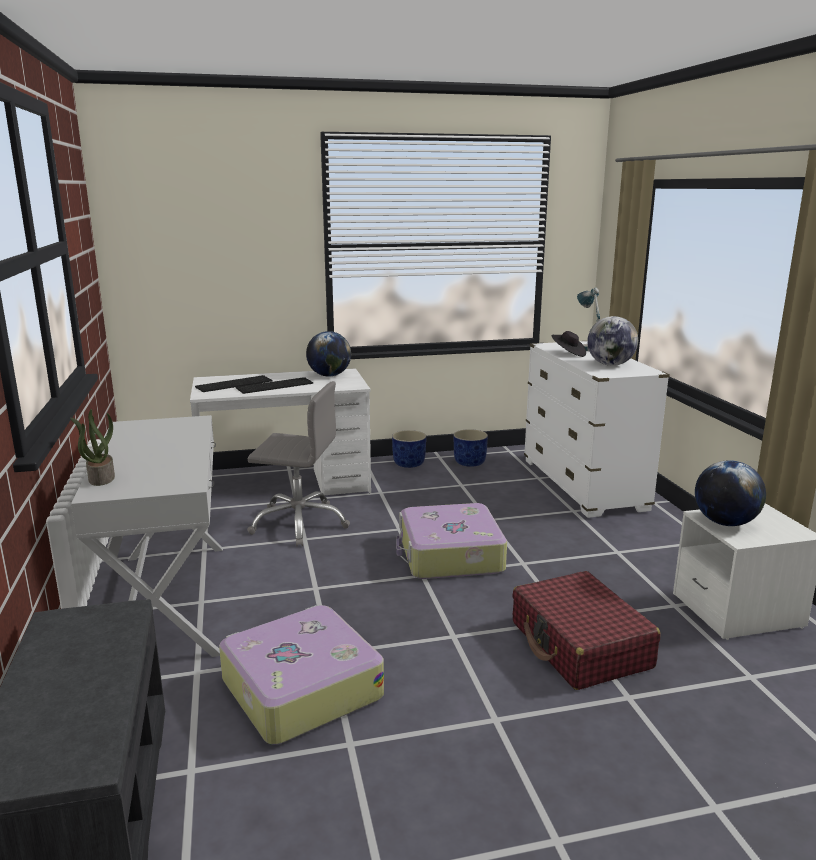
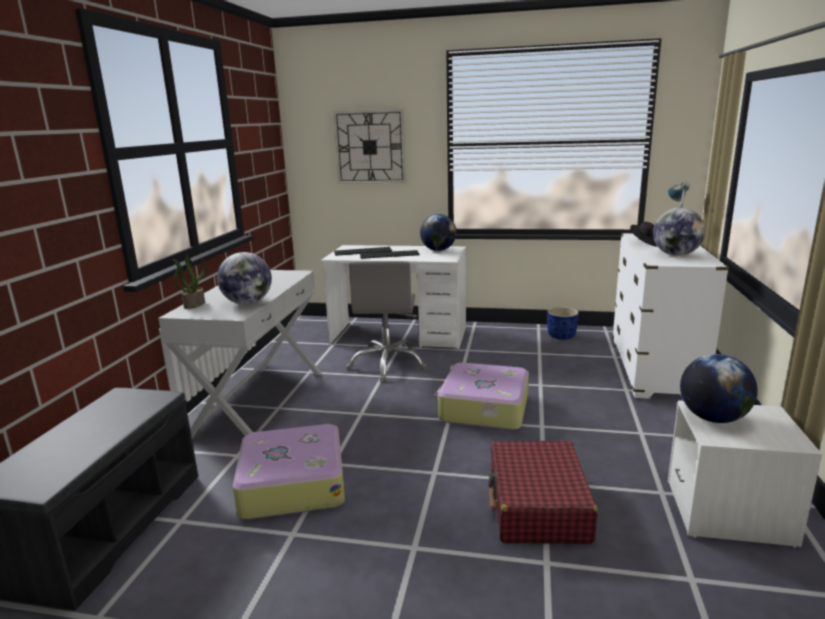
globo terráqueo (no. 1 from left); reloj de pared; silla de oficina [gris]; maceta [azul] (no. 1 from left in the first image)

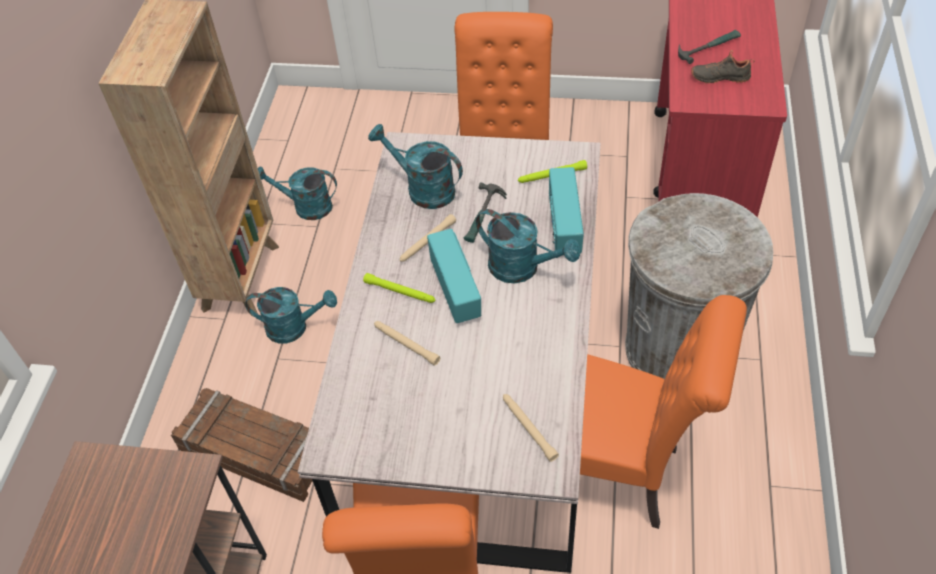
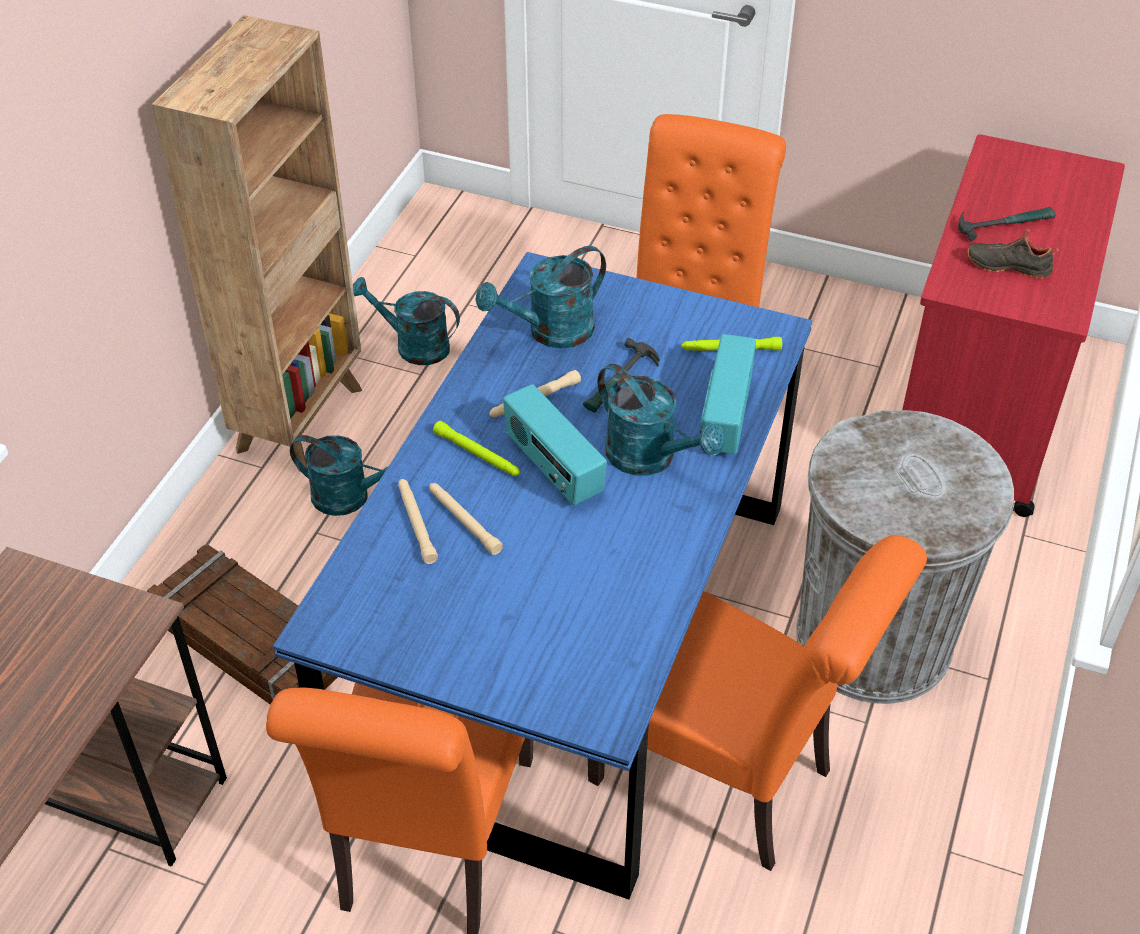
mesa de comedor [azul]; linterna [beis] (no. 1 from left); regadera [turquesa] (no. 3 from left); radio (no. 1 from left)

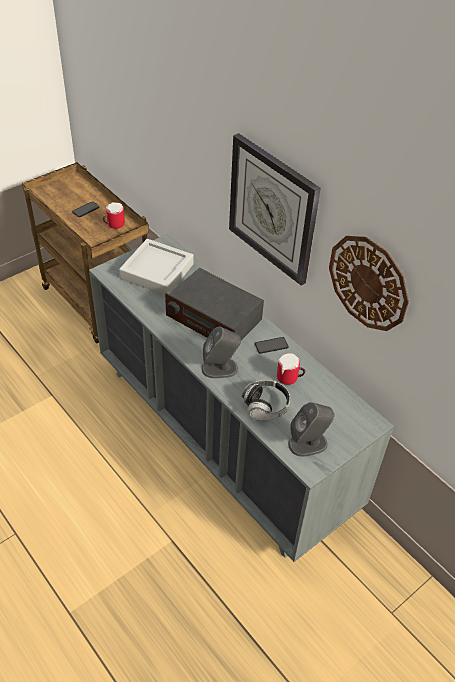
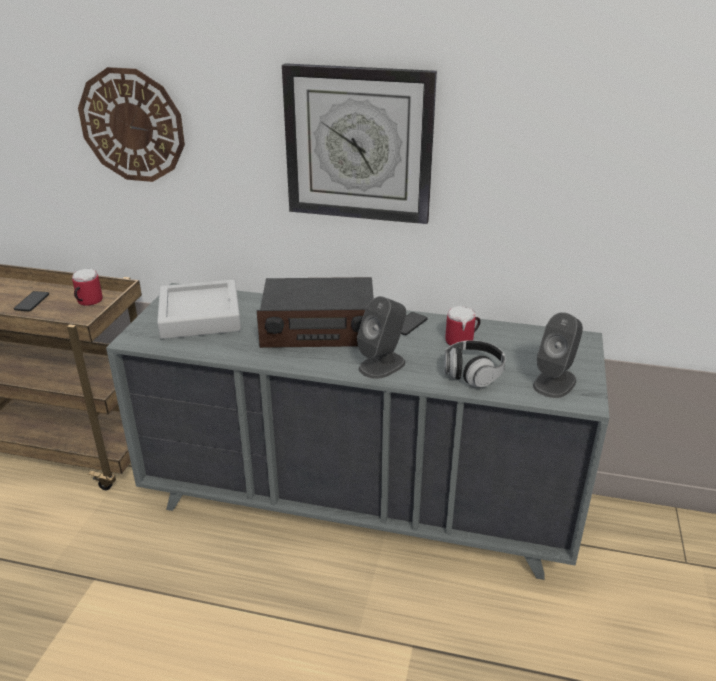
reloj de pared (no. 1 from left)

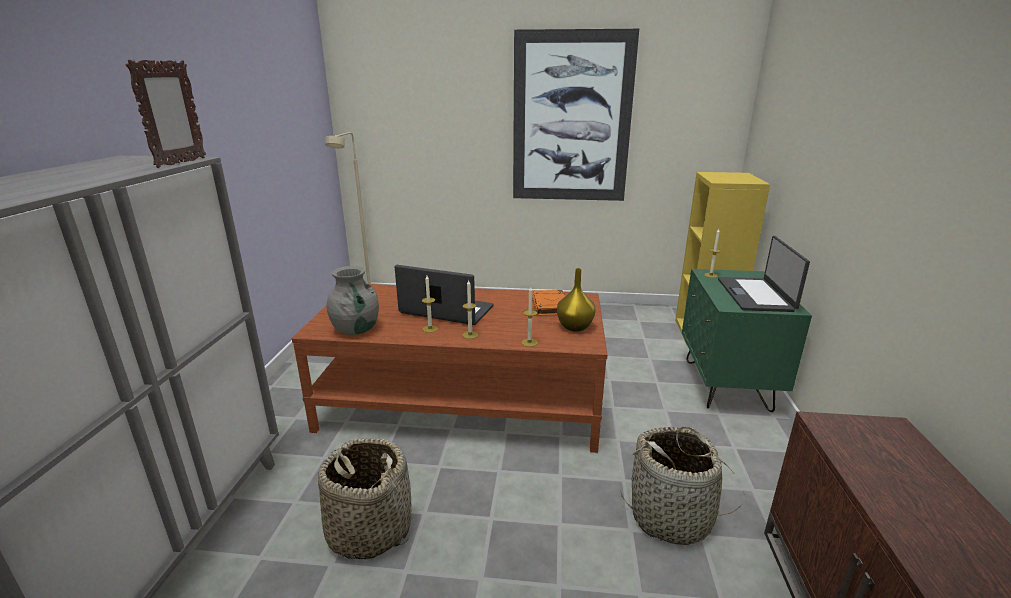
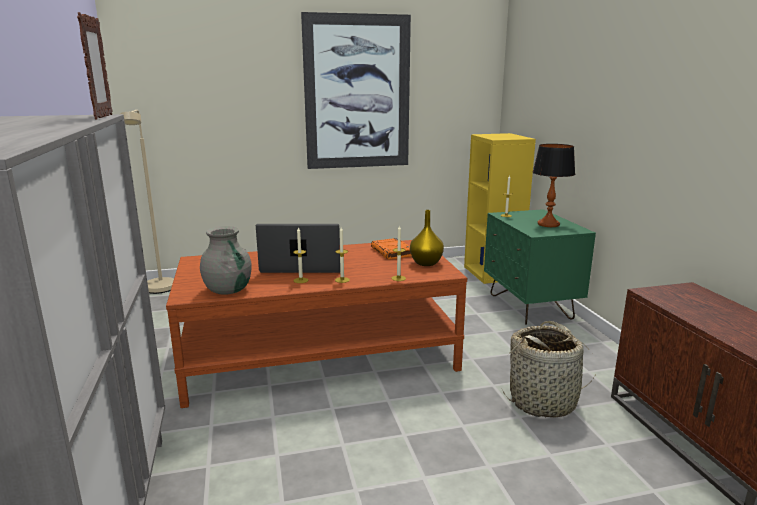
lámpara de mesa; cesta (no. 1 from left in the first image)

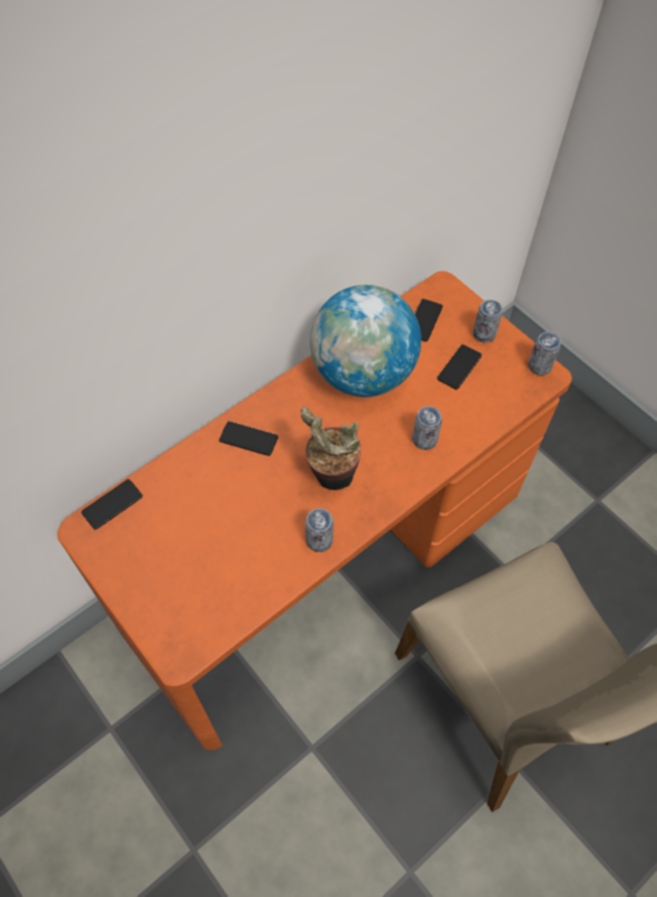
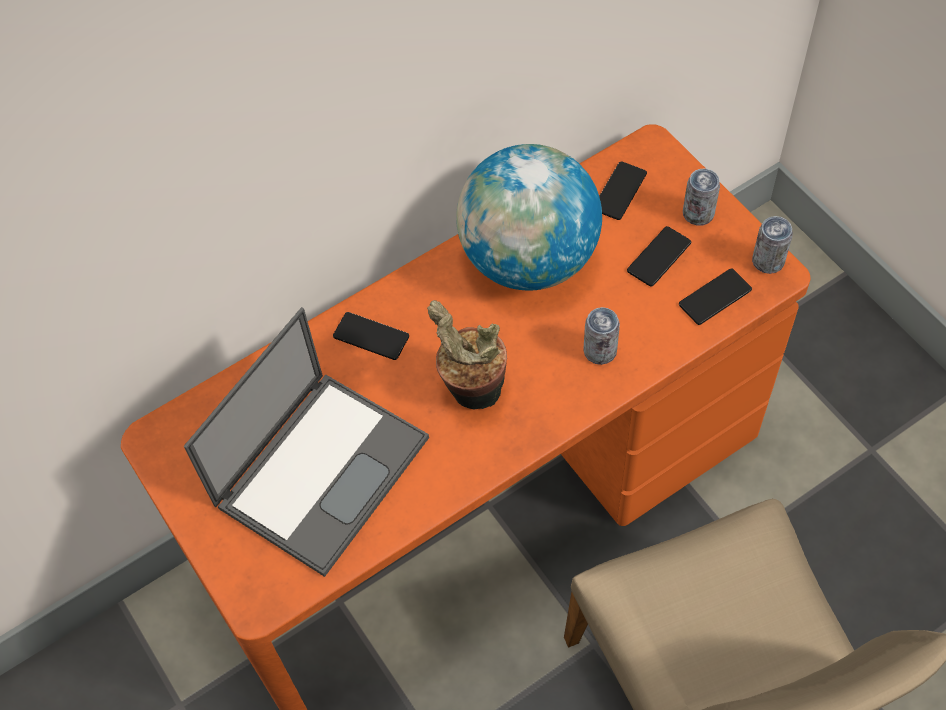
portátil; móvil (no. 4 from left); lata (no. 1 from left in the first image)

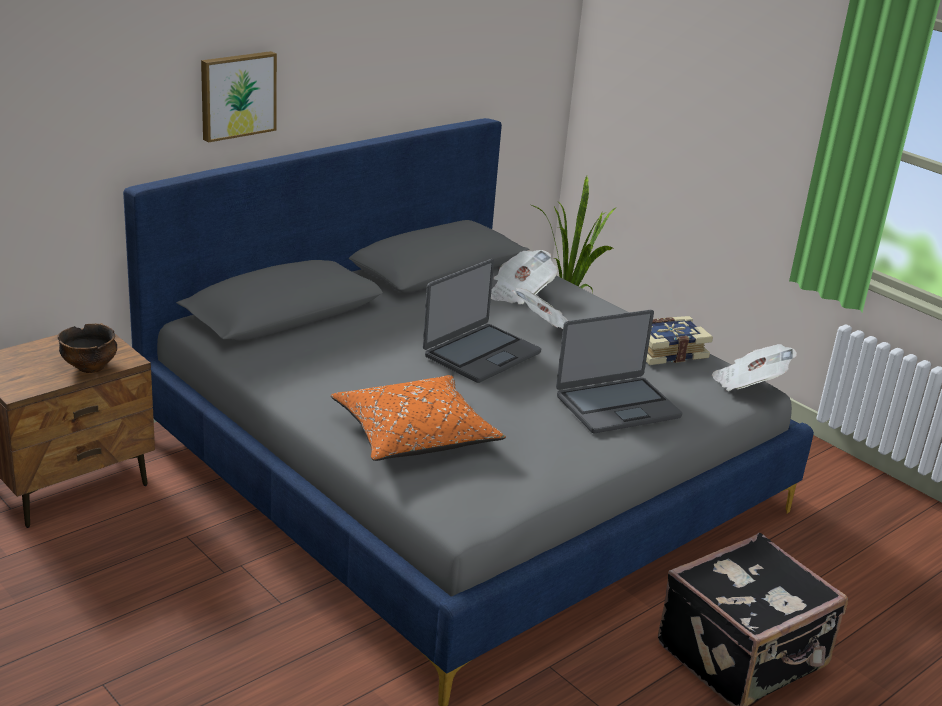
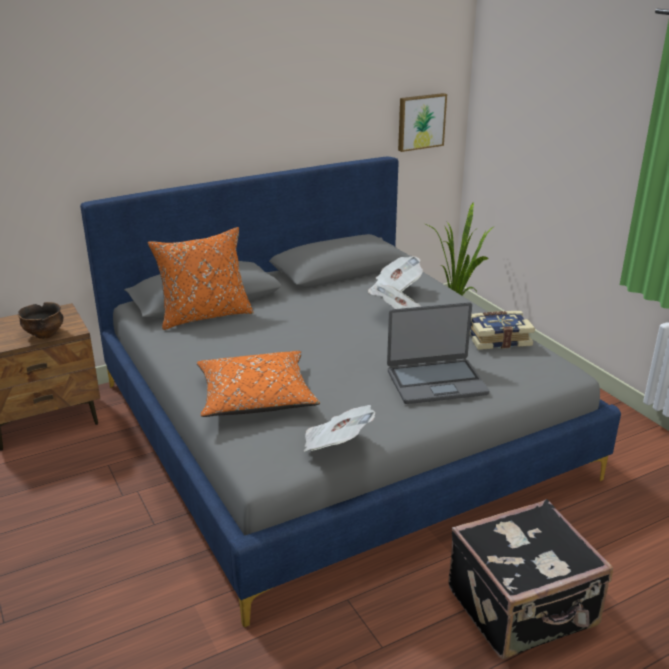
cojín [naranja] (no. 1 from left); periódico (no. 1 from left); cuadro; portátil (no. 1 from left in the first image)

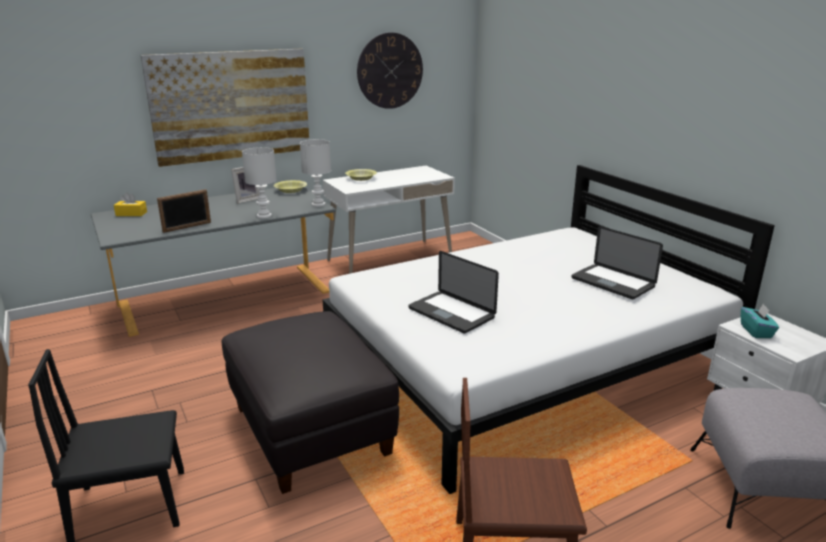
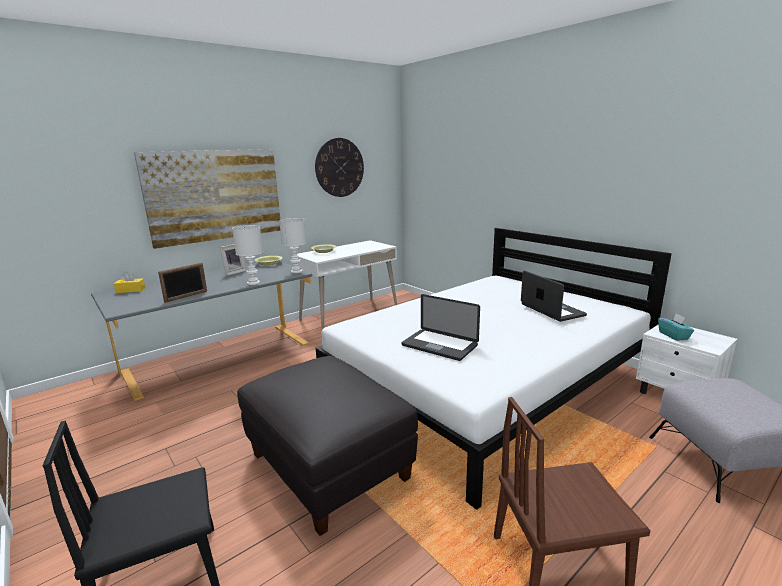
portátil (no. 2 from left)

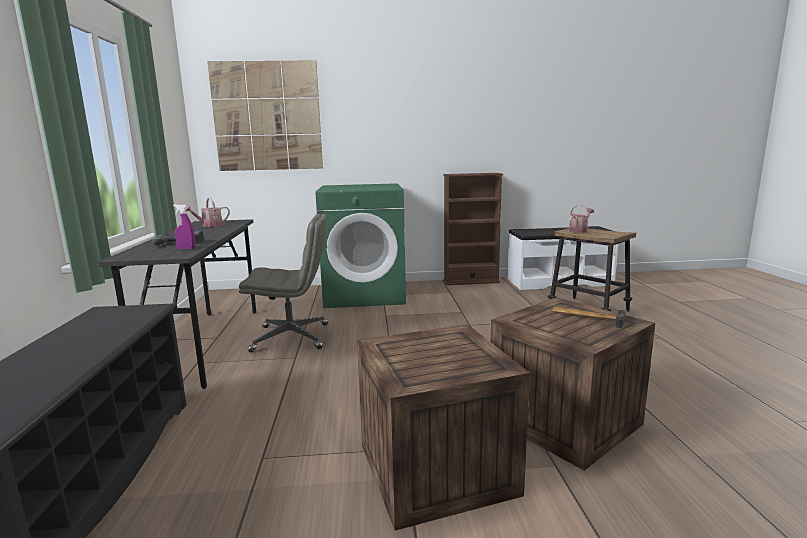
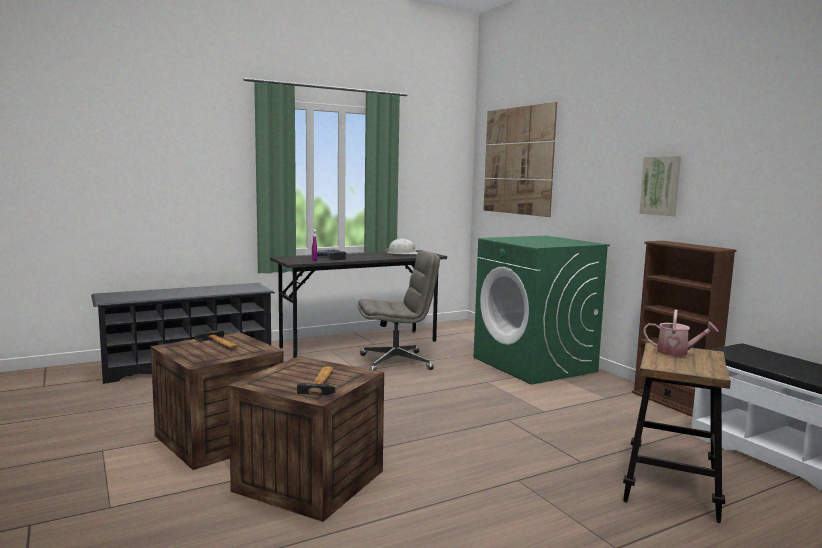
martillo (no. 1 from left); silla de oficina [gris]; casco [blanco]; cuadro (no. 2 from left)

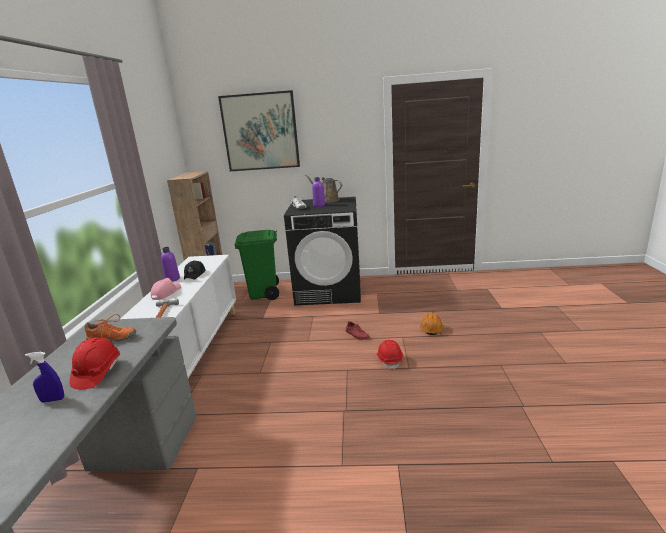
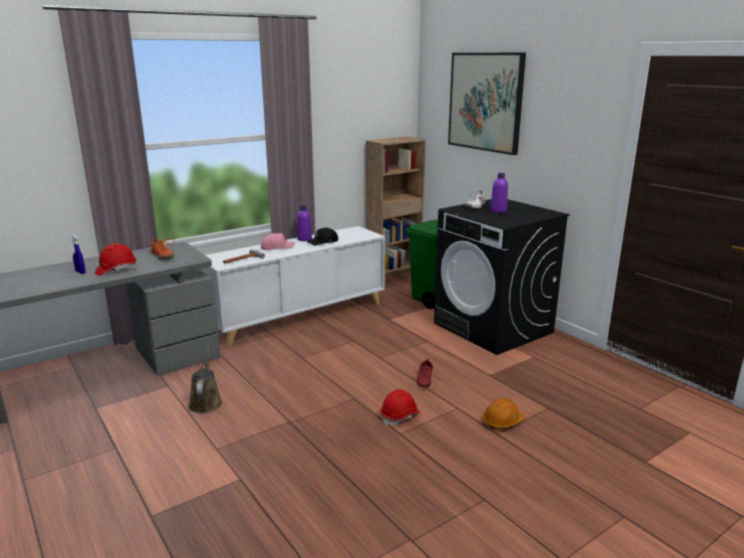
regadera [marrón]

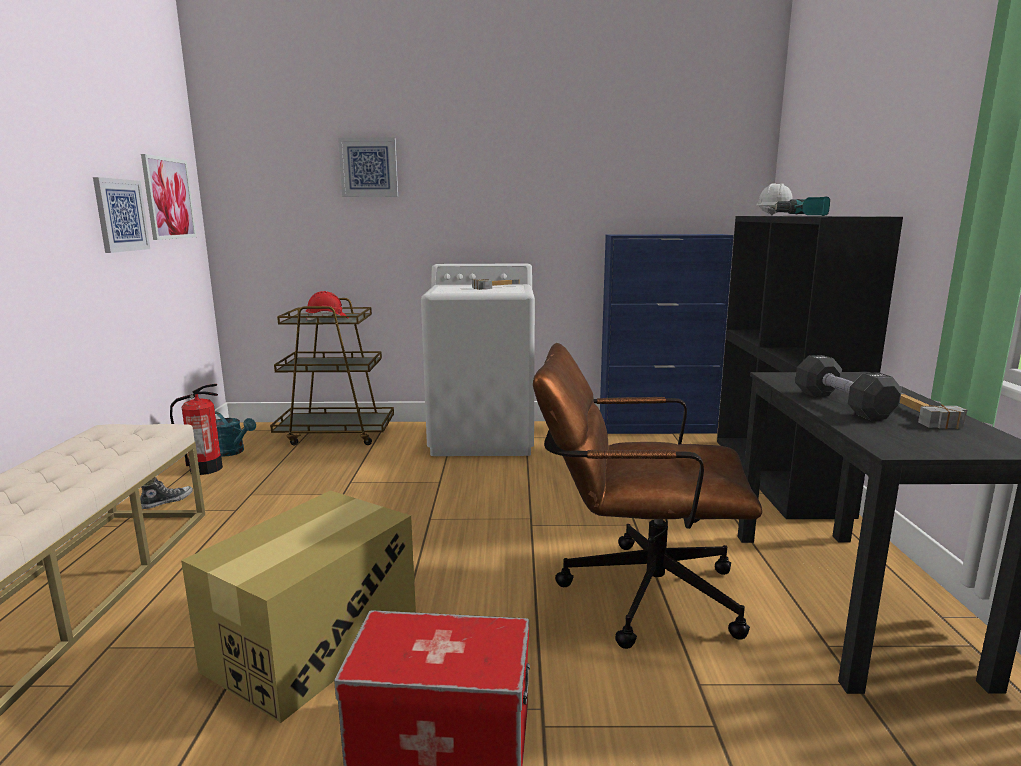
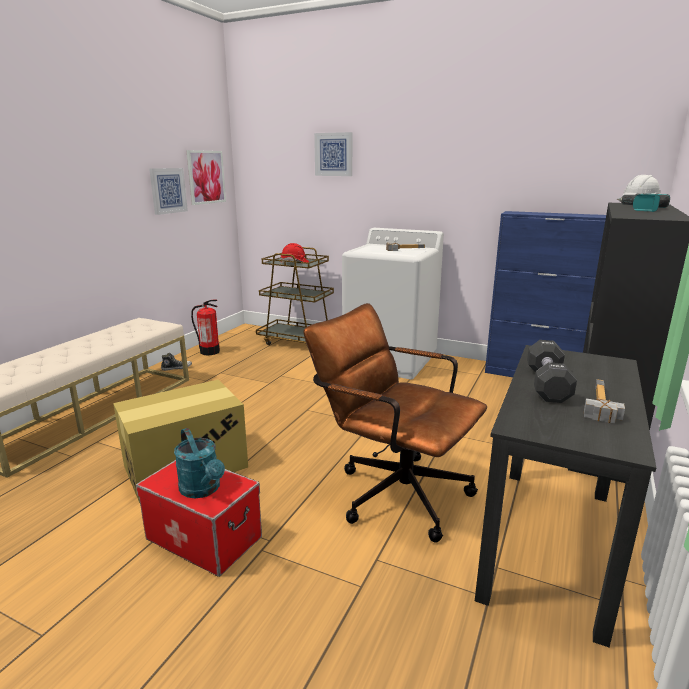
regadera [turquesa]

